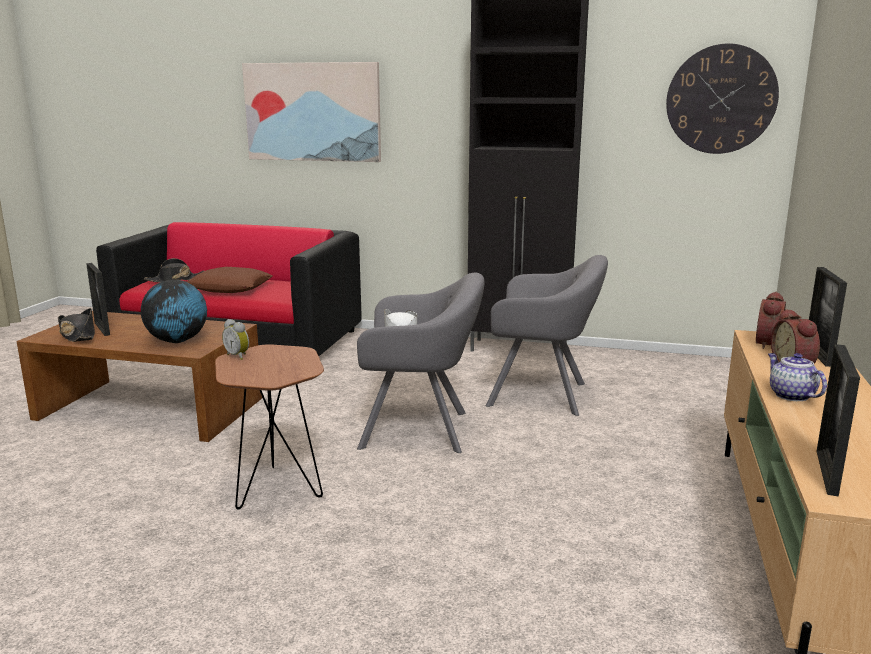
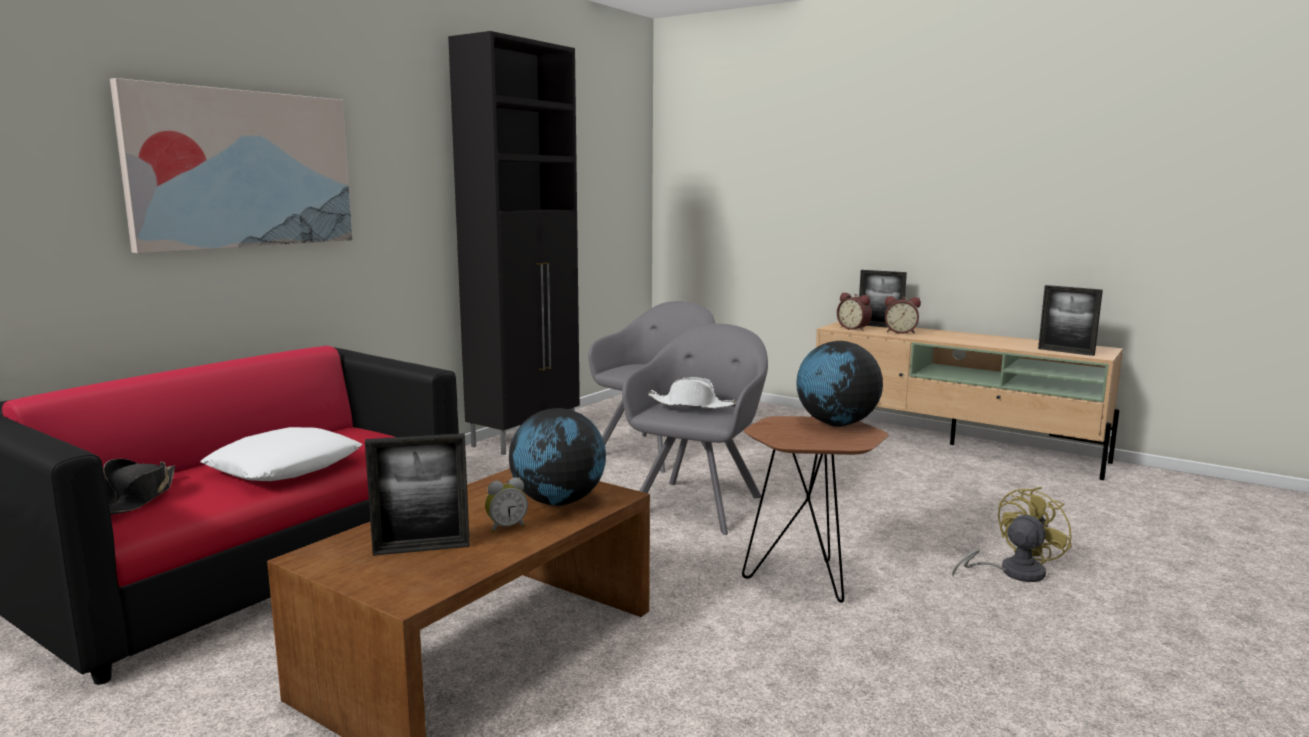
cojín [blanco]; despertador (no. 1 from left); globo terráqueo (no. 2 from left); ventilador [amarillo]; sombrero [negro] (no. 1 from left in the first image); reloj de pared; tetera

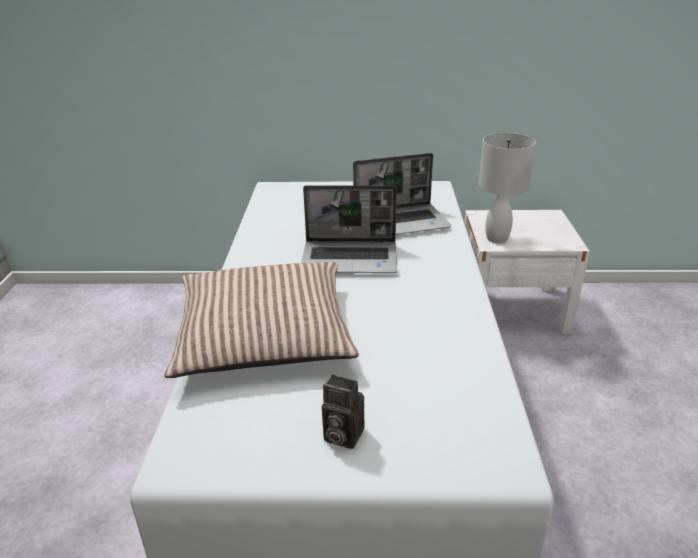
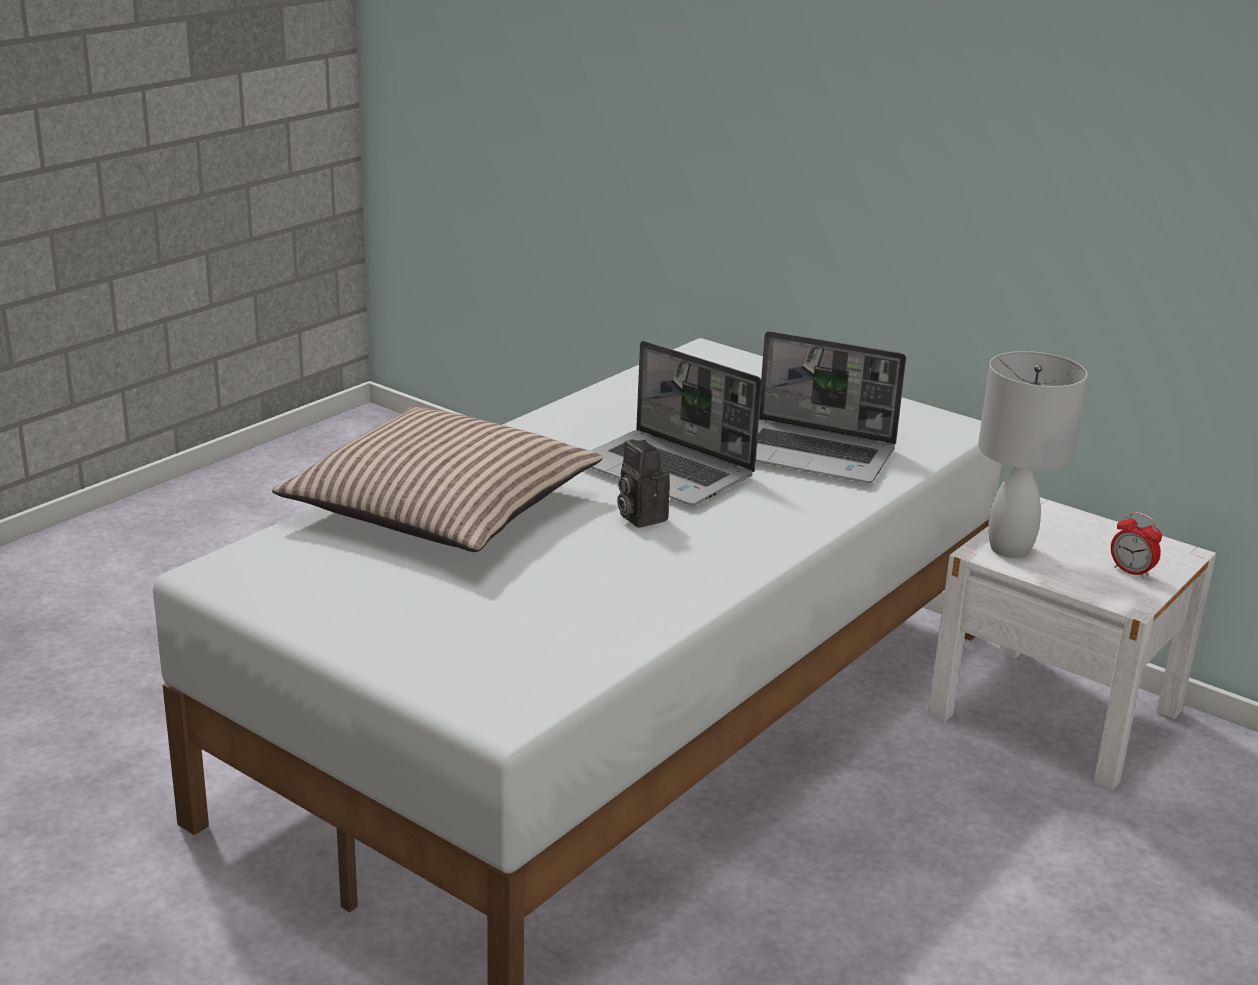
cámara; despertador

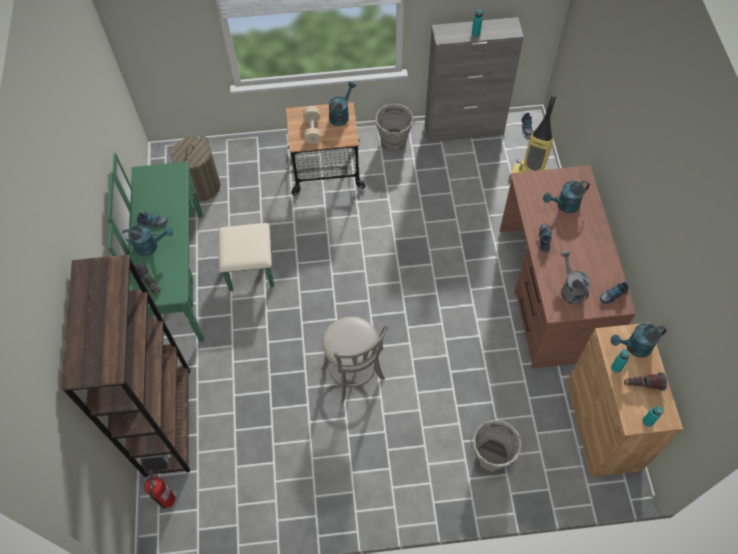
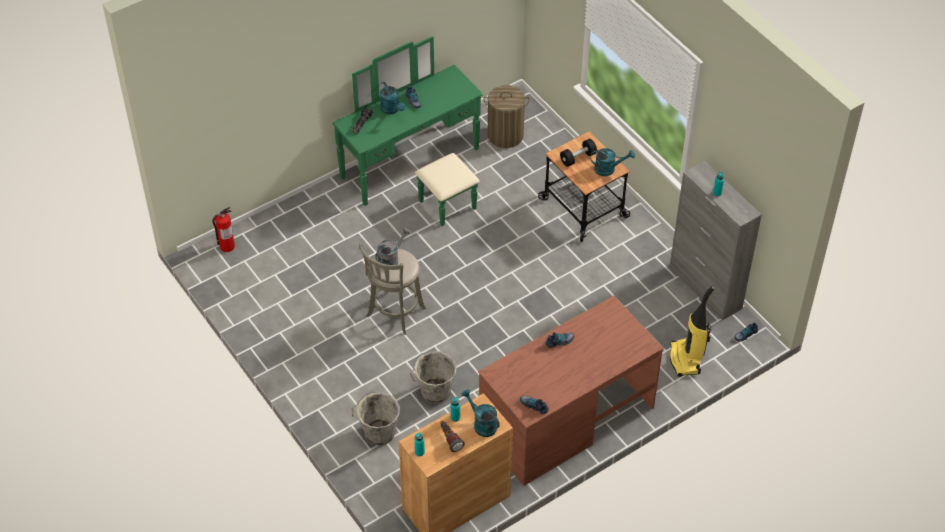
regadera [gris]; cubo [gris] (no. 2 from left); mancuerna [negro]; estantería [marrón]; regadera [turquesa] (no. 3 from left in the first image)

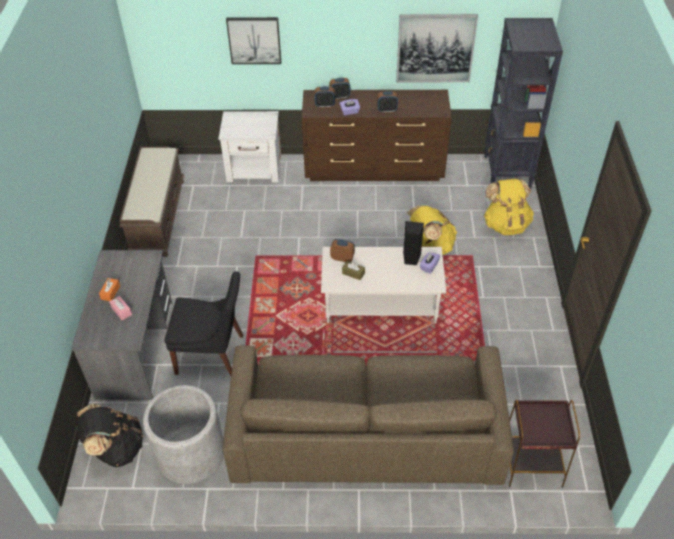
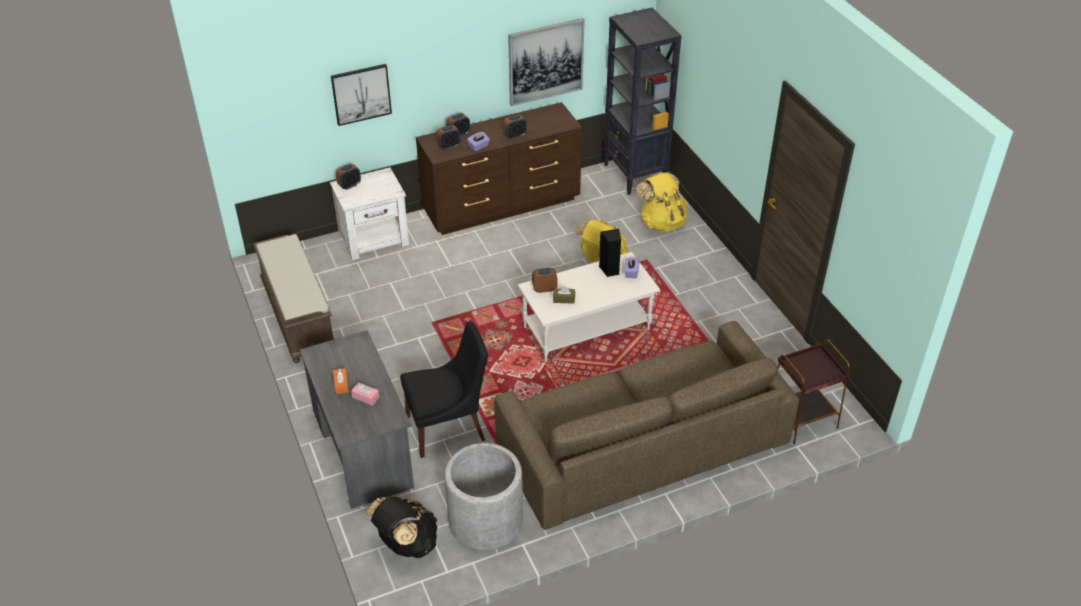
despertador (no. 1 from left)

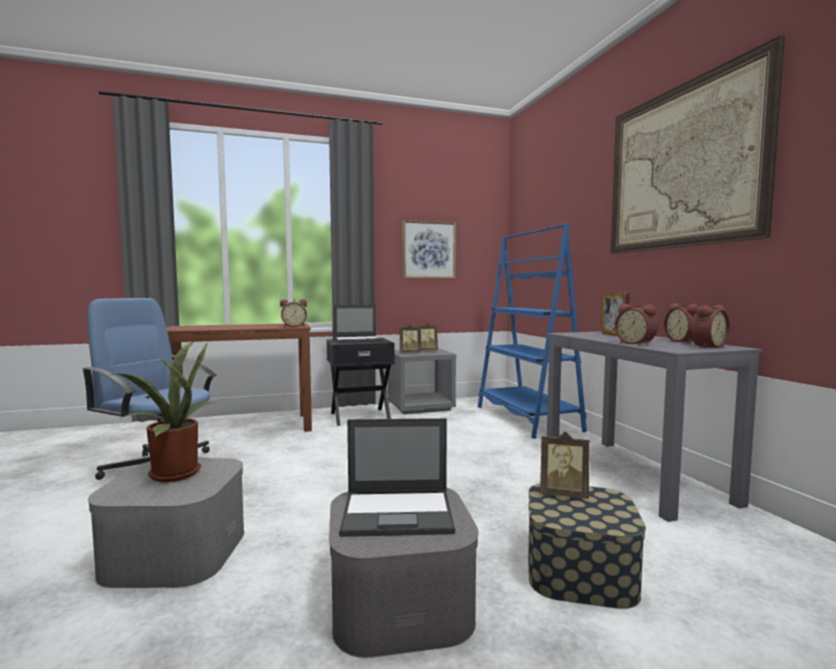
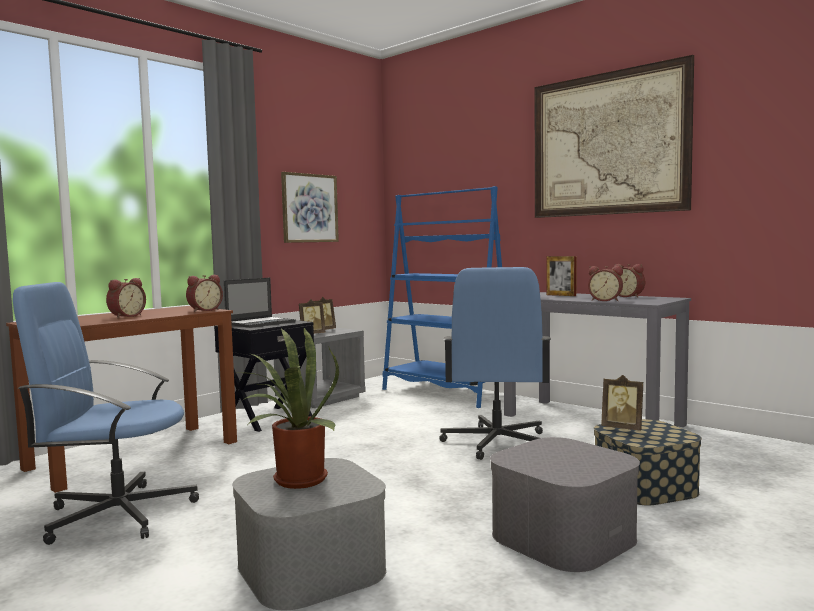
despertador (no. 1 from left); silla de oficina [azul] (no. 2 from left); portarretratos (no. 4 from left); portátil (no. 2 from left in the first image)

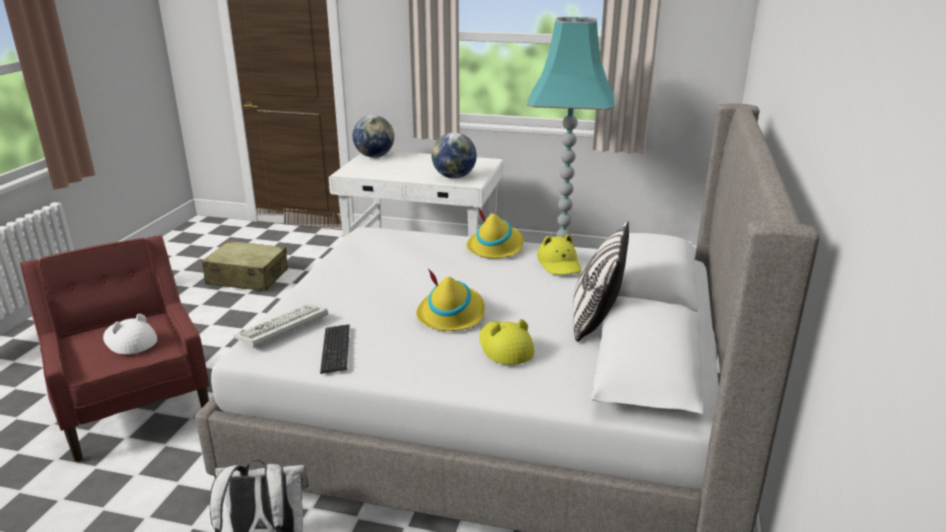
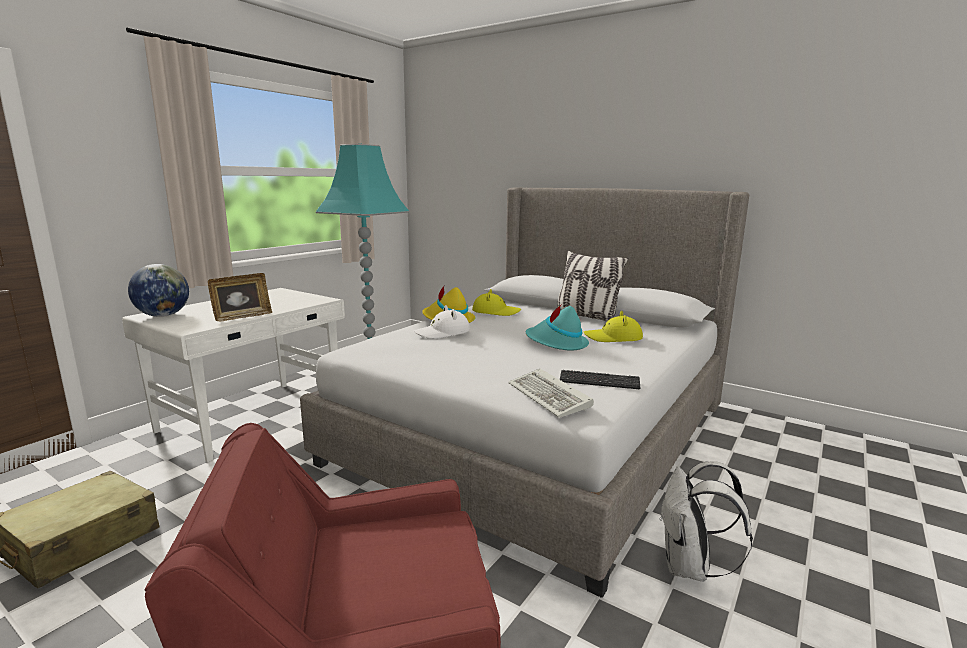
portarretratos; sombrero [blanco]; sombrero [turquesa]; globo terráqueo (no. 2 from left in the first image)

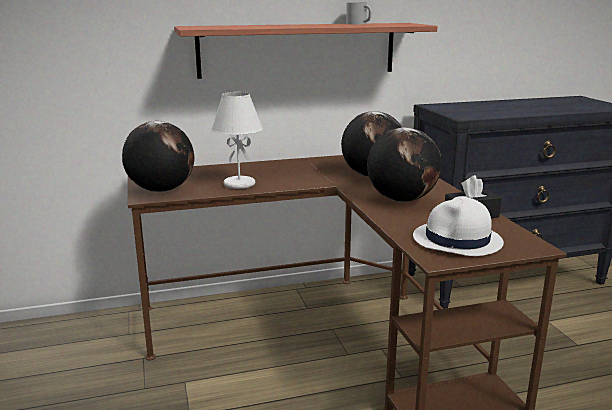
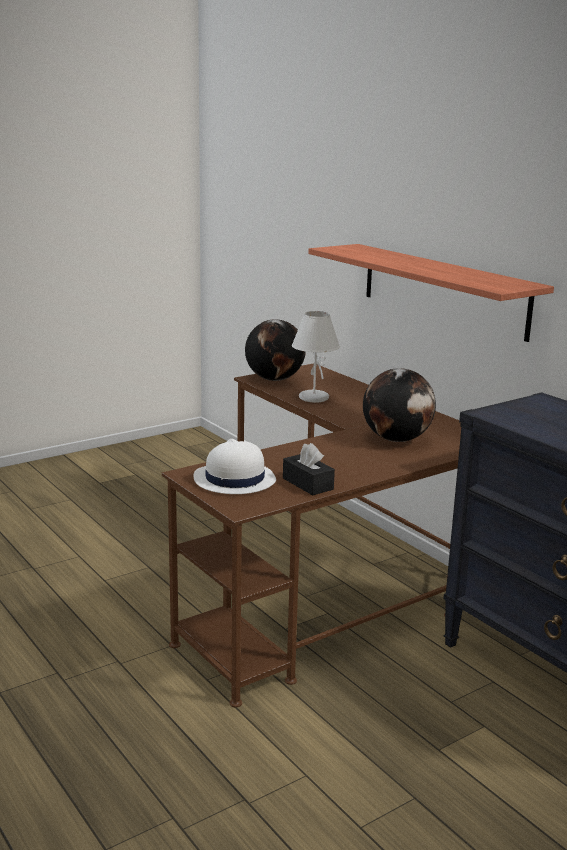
taza grande [blanco]; globo terráqueo (no. 3 from left in the first image)

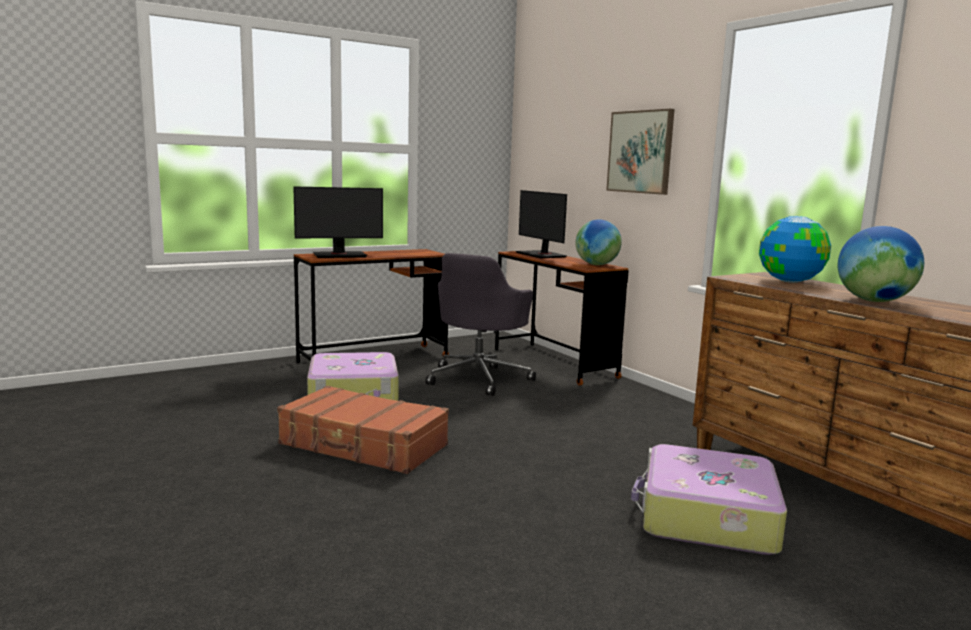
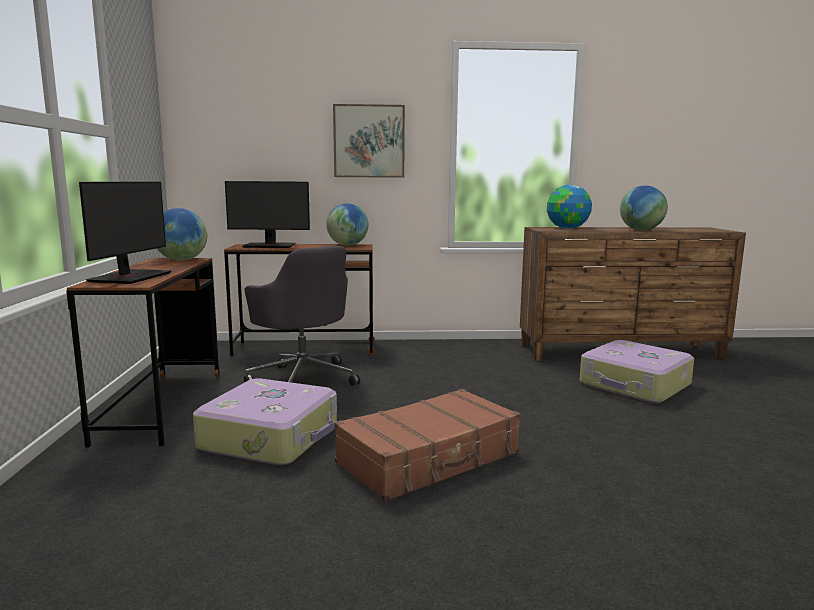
globo terráqueo (no. 1 from left)

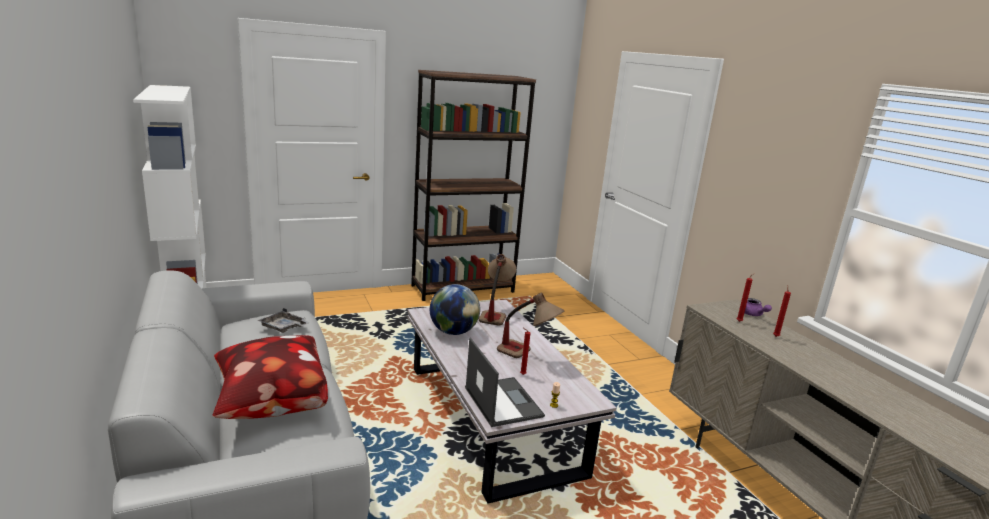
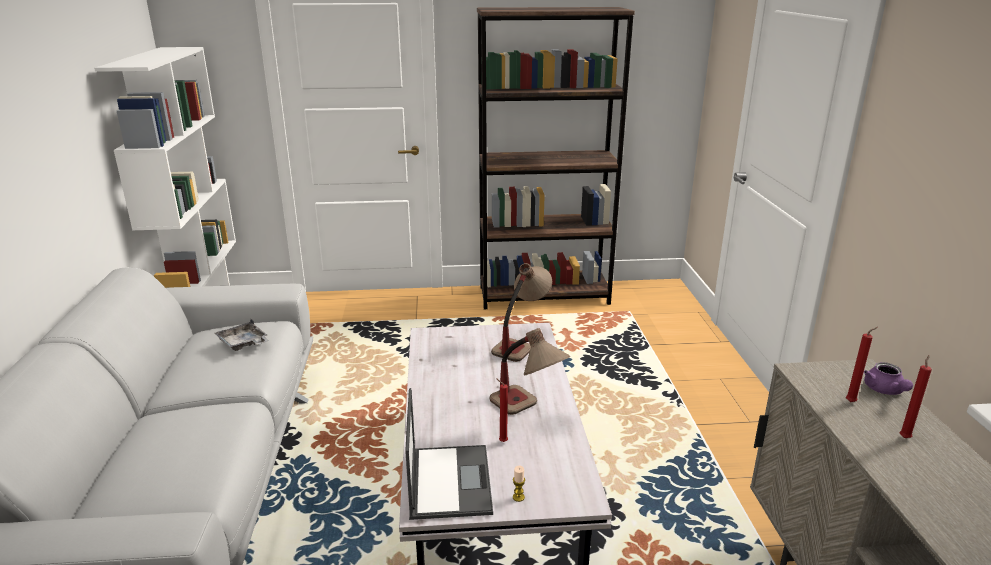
cojín; globo terráqueo

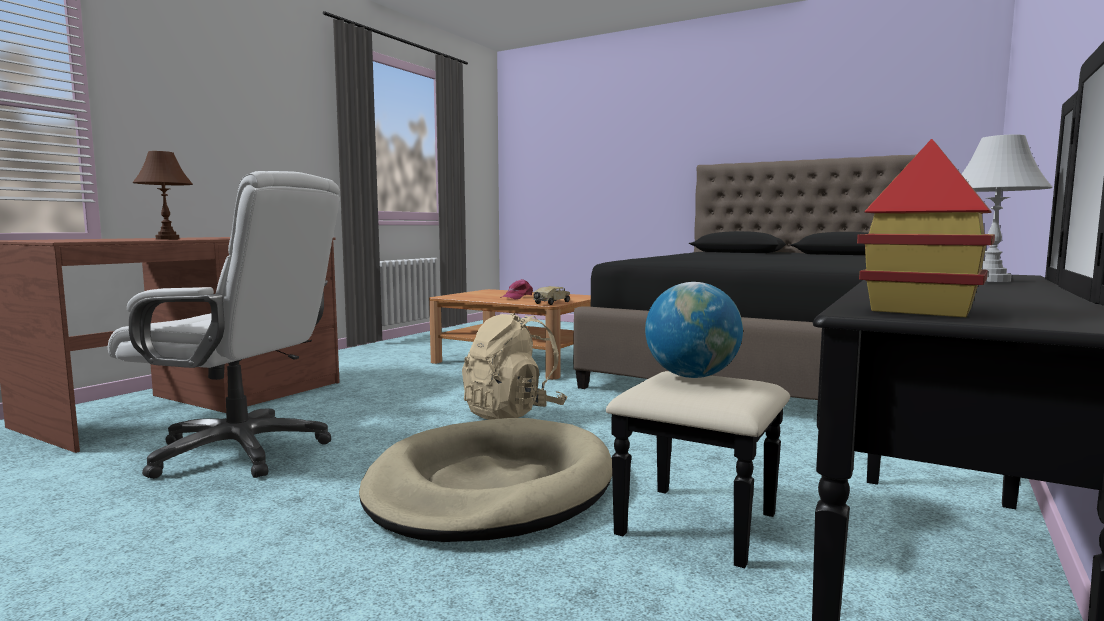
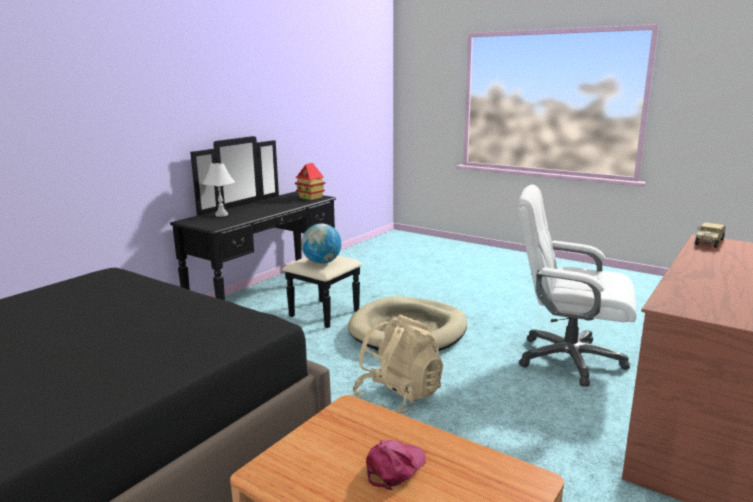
camión de juguete; lámpara de mesa [marrón]

